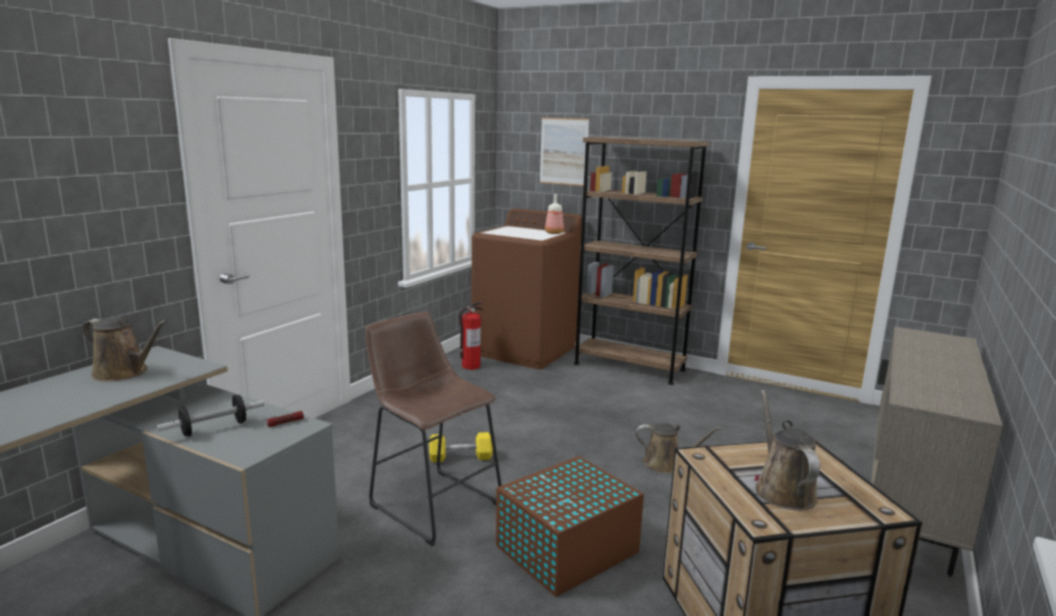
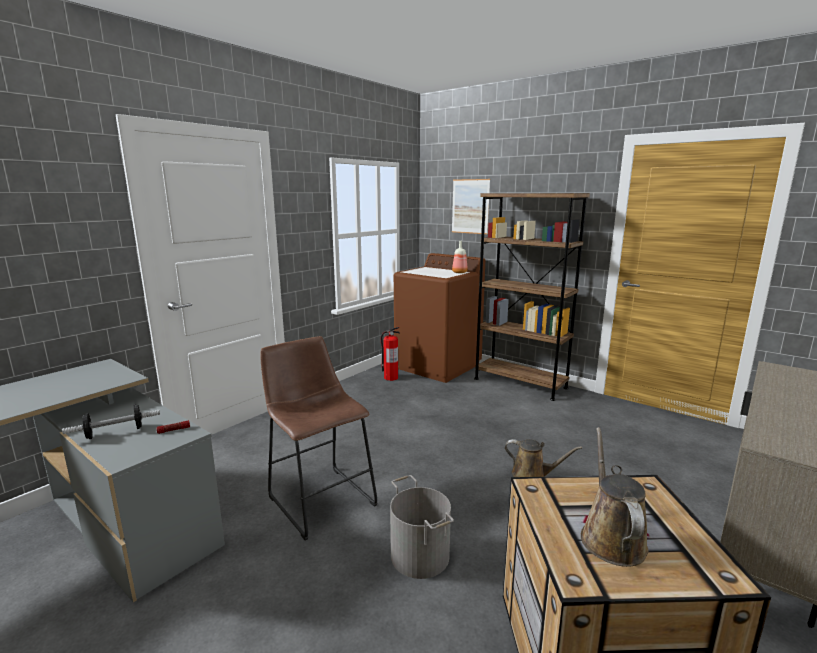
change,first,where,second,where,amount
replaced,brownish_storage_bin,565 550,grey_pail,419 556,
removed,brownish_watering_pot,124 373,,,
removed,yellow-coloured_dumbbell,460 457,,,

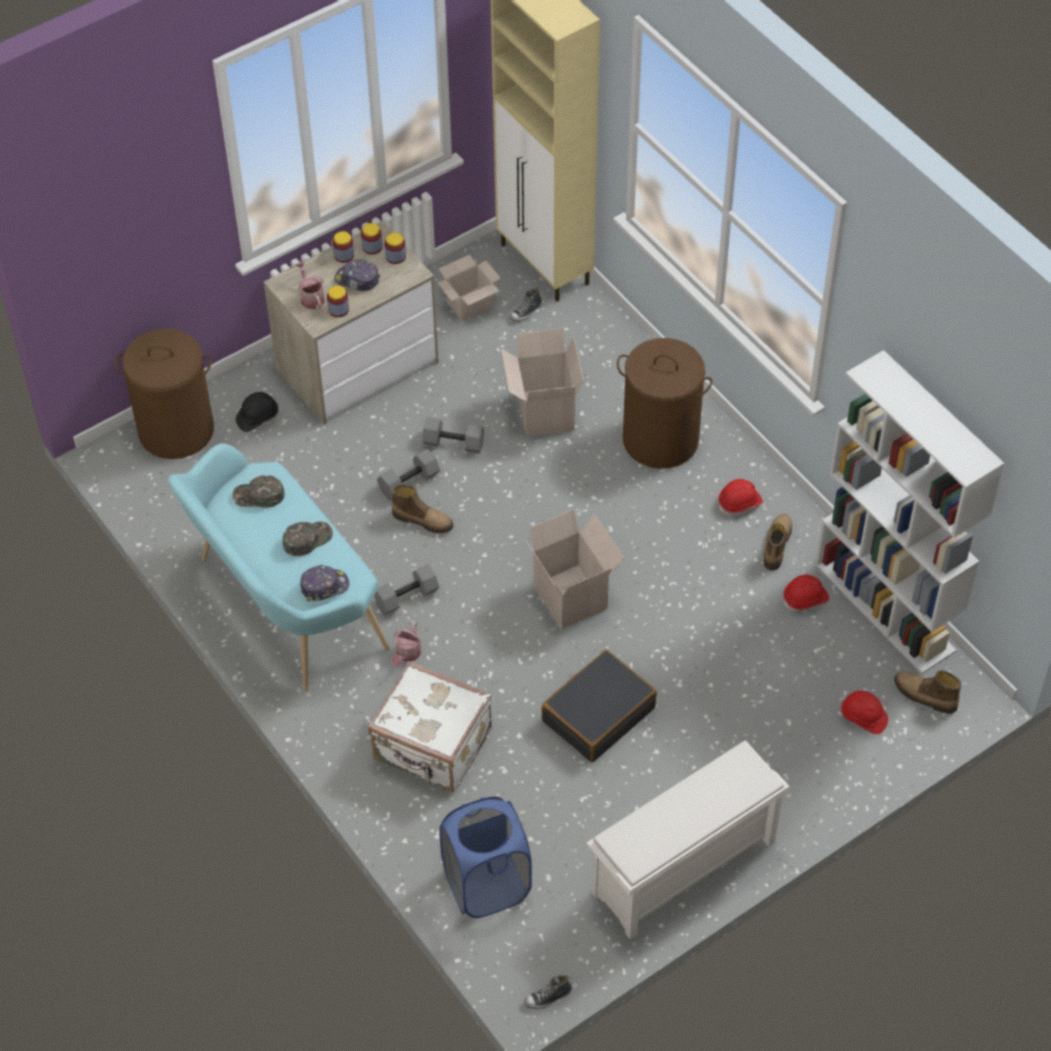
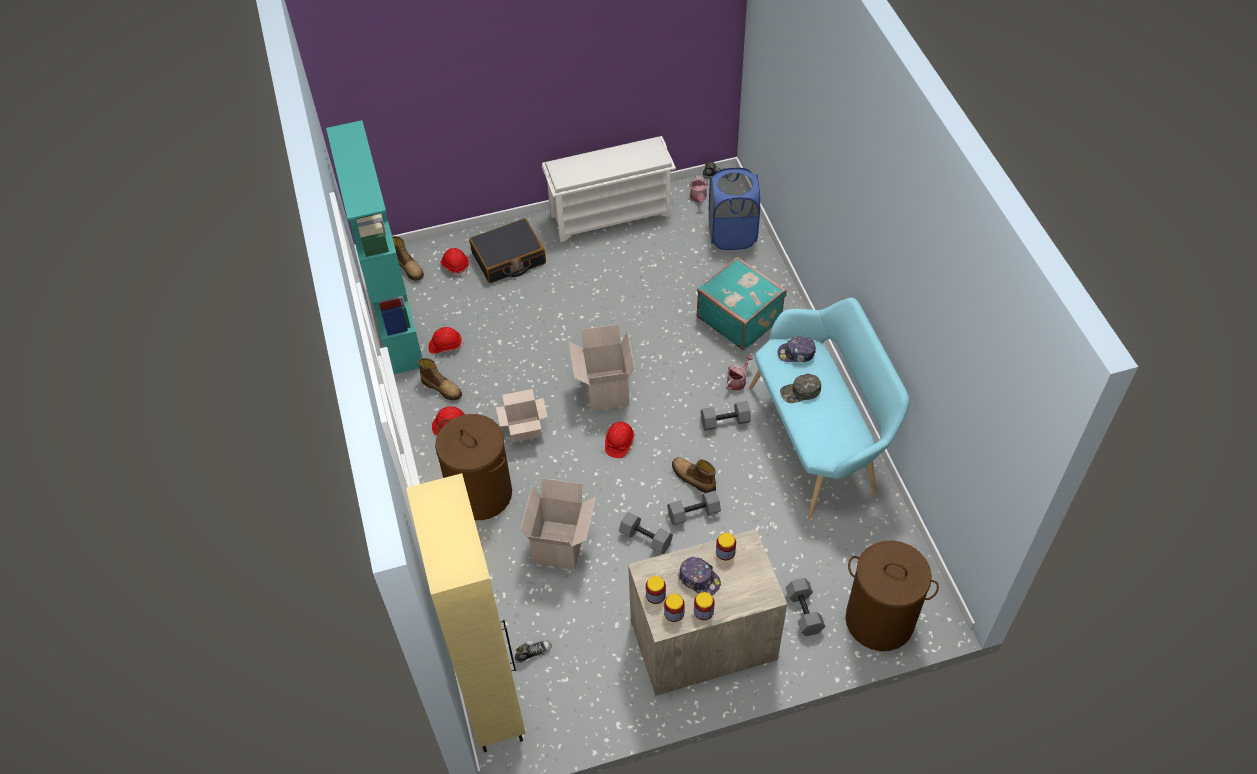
change,first,where,second,where,amount
recoloured,whitish_bookcase,886 607,turquoise-coloured_bookcase,396 326,
turned,high-top_boot,776 544,,442 388,90 degrees counterclockwise
moved,blackish_suitcase,598 714,,508 258,
moved,cardboard_box,470 303,,523 430,
added,,,red_work_helmet,619 443,
moved,watering_pot,311 297,,698 198,
recoloured,whitish_suitcase,432 747,turquoise-coloured_suitcase,740 317,
replaced,blackish_work_helmet,257 417,grey_dumbbell,805 612,
removed,green_baseball_cap,258 496,,,

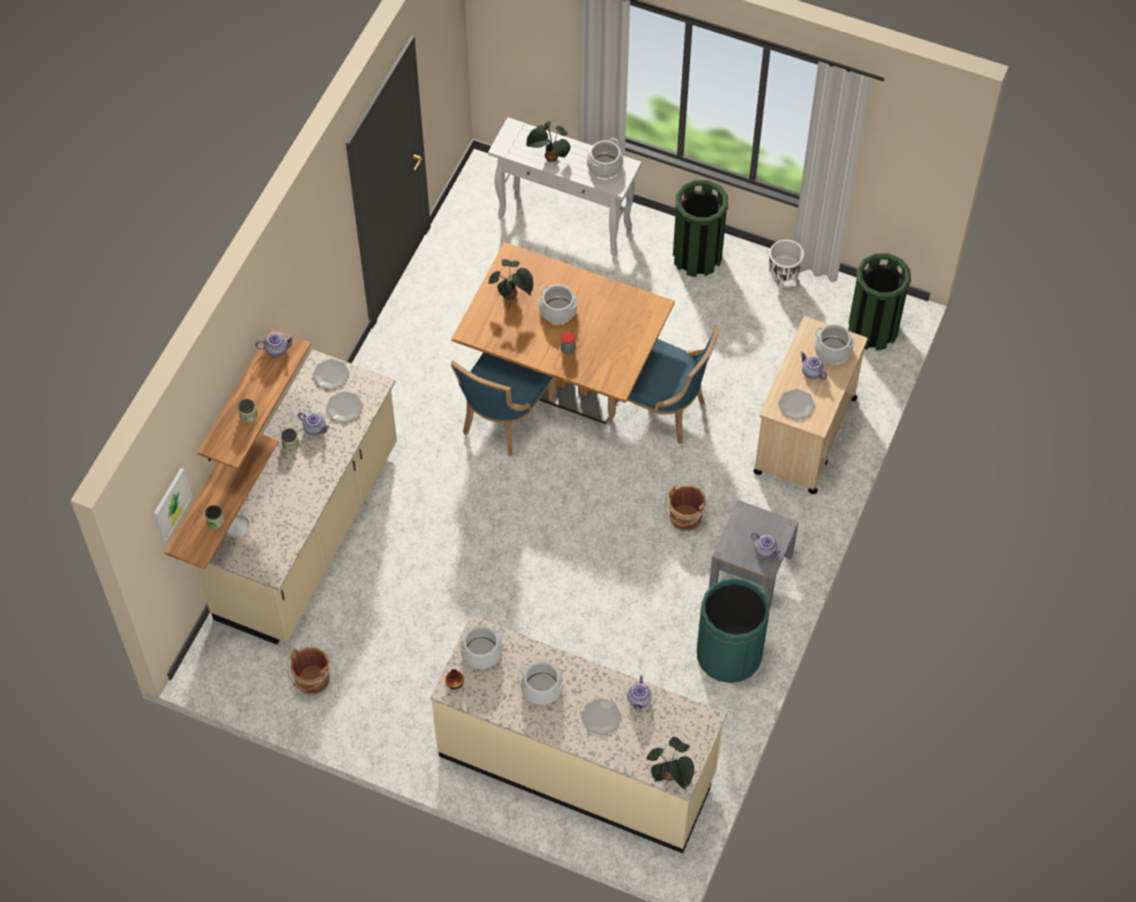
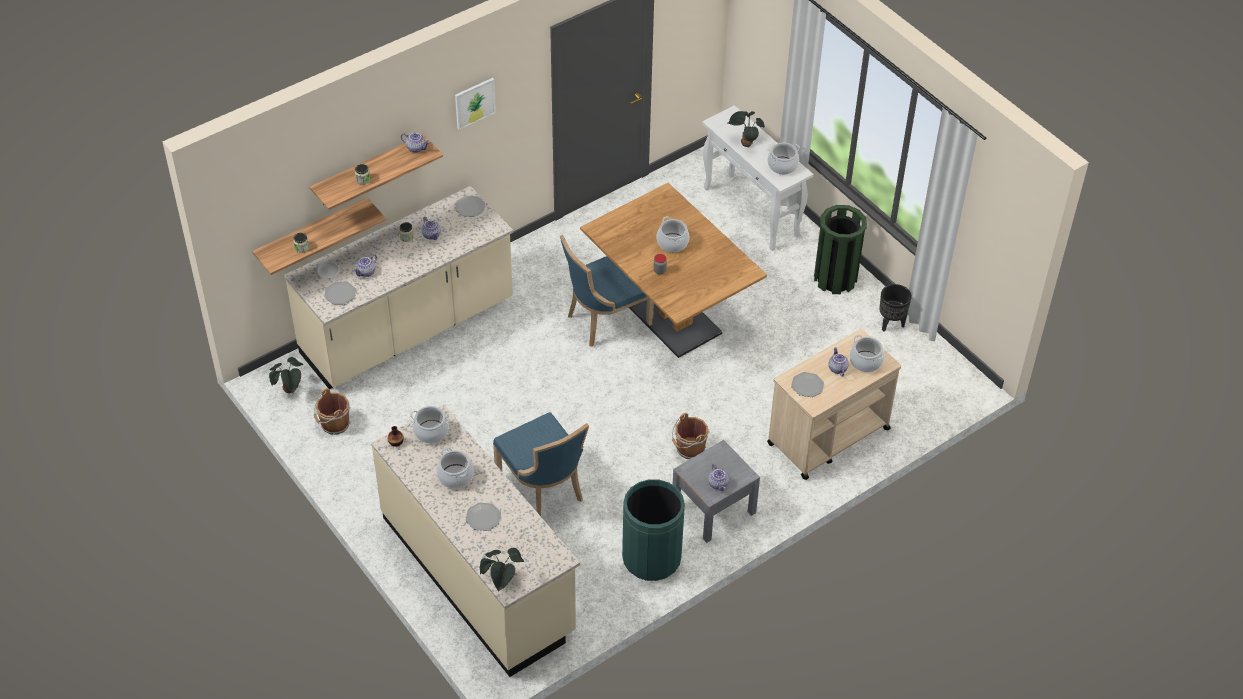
change,first,where,second,where,amount
moved,plant_in_a_pot,511 296,,290 390,
moved,flat_dish,344 407,,340 293,
moved,tea_pot,639 699,,366 272,
moved,wall_art,171 504,,474 103,
moved,bluish_upright_chair,661 410,,543 489,
recoloured,whitish_flower_pot,783 281,blackish_flower_pot,891 324,
removed,green_rubbish_bin,873 330,,,

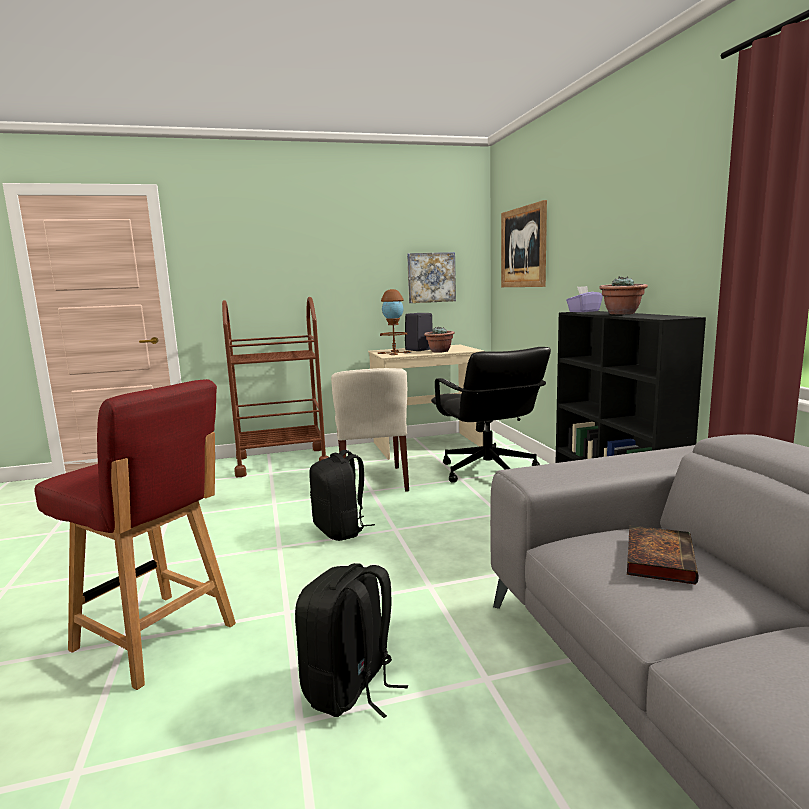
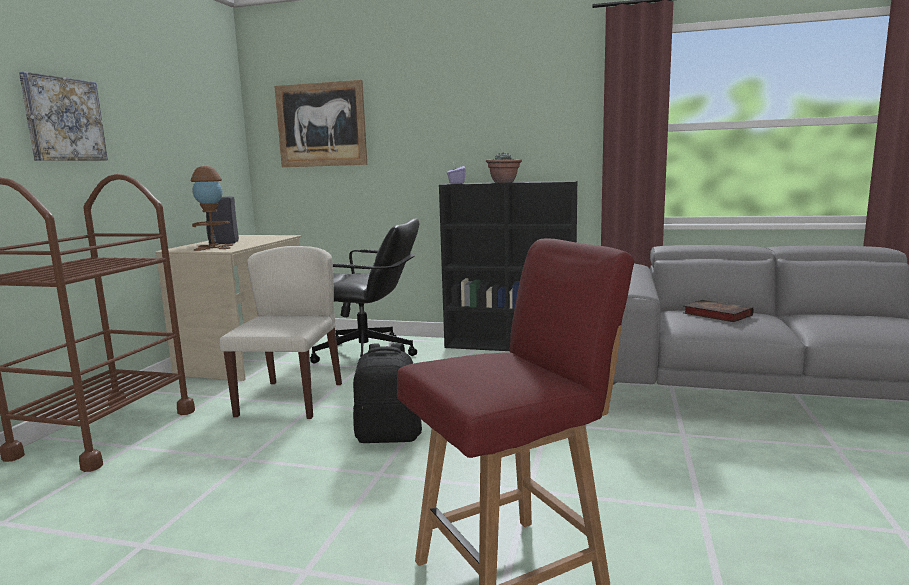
change,first,where,second,where,amount
moved,wall_art,431 277,,63 119,
turned,sand-coloured_upright_chair,373 481,,290 399,105 degrees counterclockwise
removed,blackish_rucksack,351 689,,,
removed,plant_in_a_pot,439 351,,,

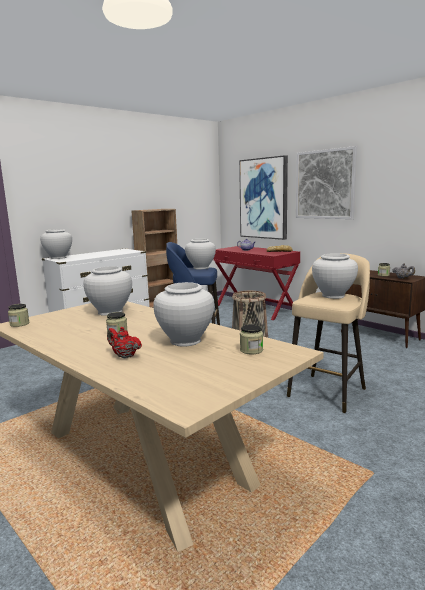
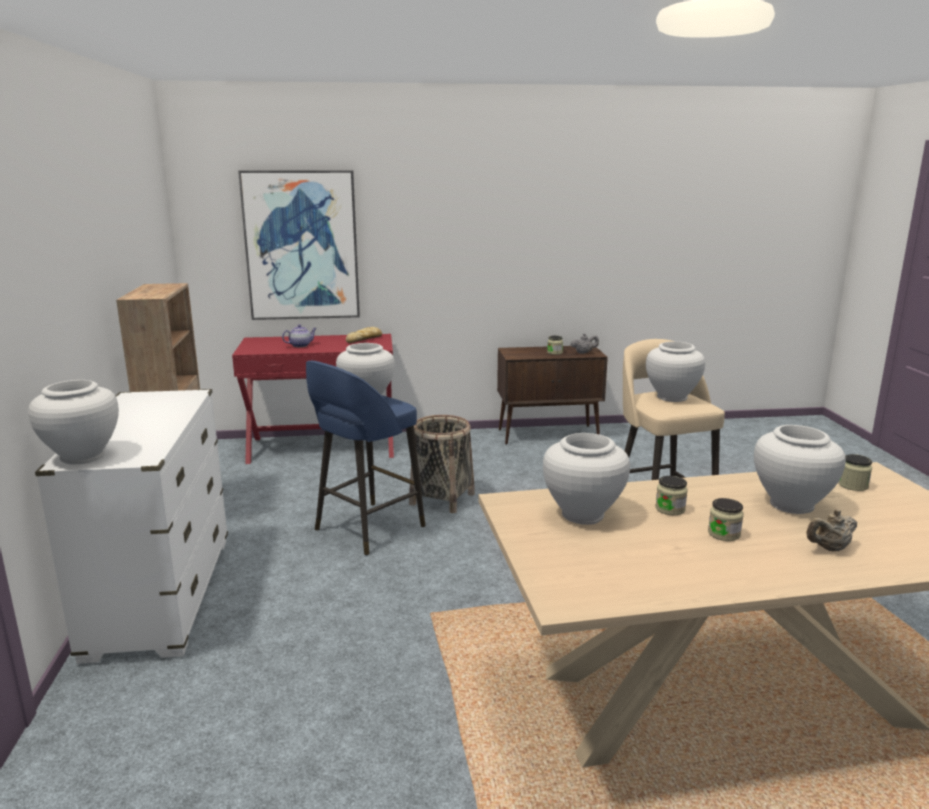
change,first,where,second,where,amount
moved,storage_jar,19 324,,670 509,
recoloured,red_tea_pot,124 356,sand-coloured_tea_pot,829 548,
removed,wall_art,325 184,,,

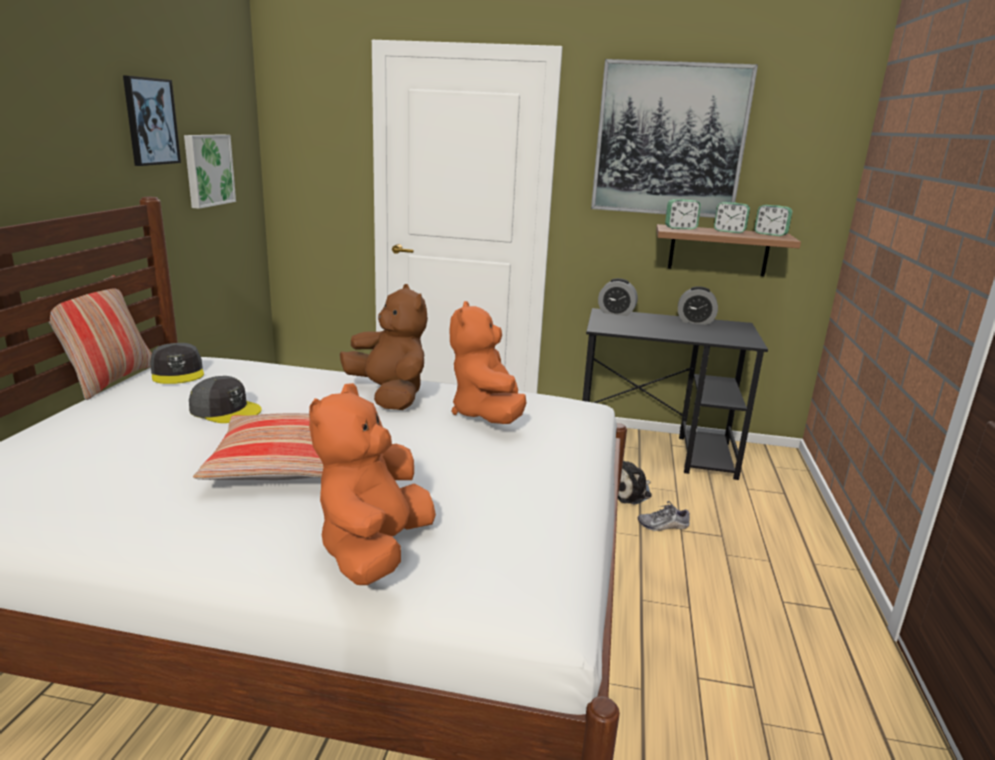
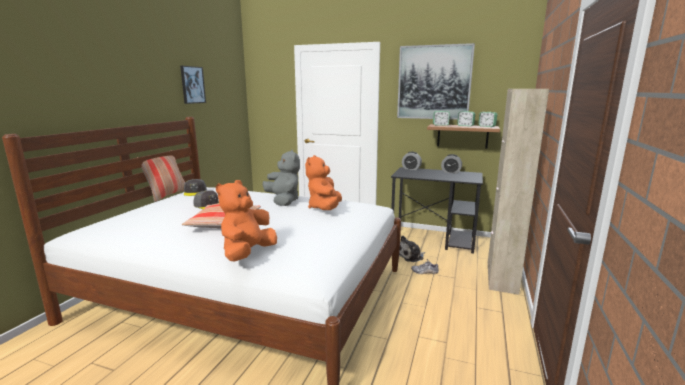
change,first,where,second,where,amount
recoloured,brownish_plush_toy,389 396,grey_plush_toy,283 201,
added,,,sand-coloured_storage_cabinet,501 277,
removed,wall_art,207 170,,,

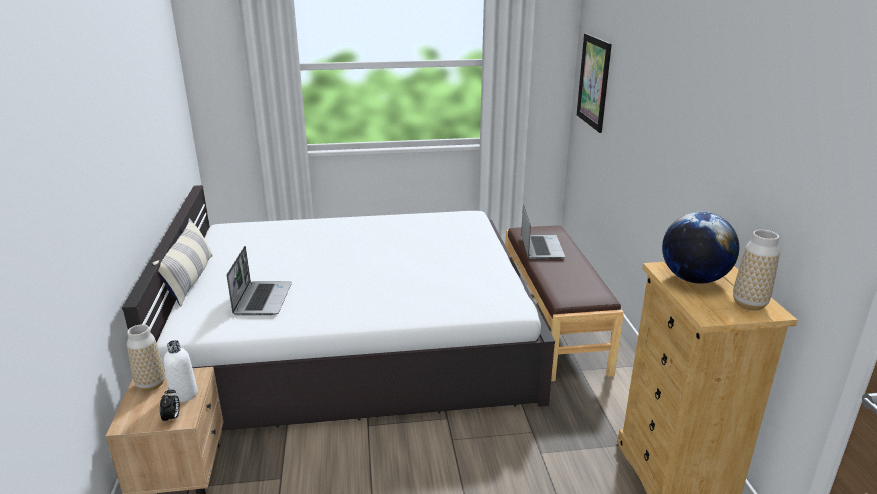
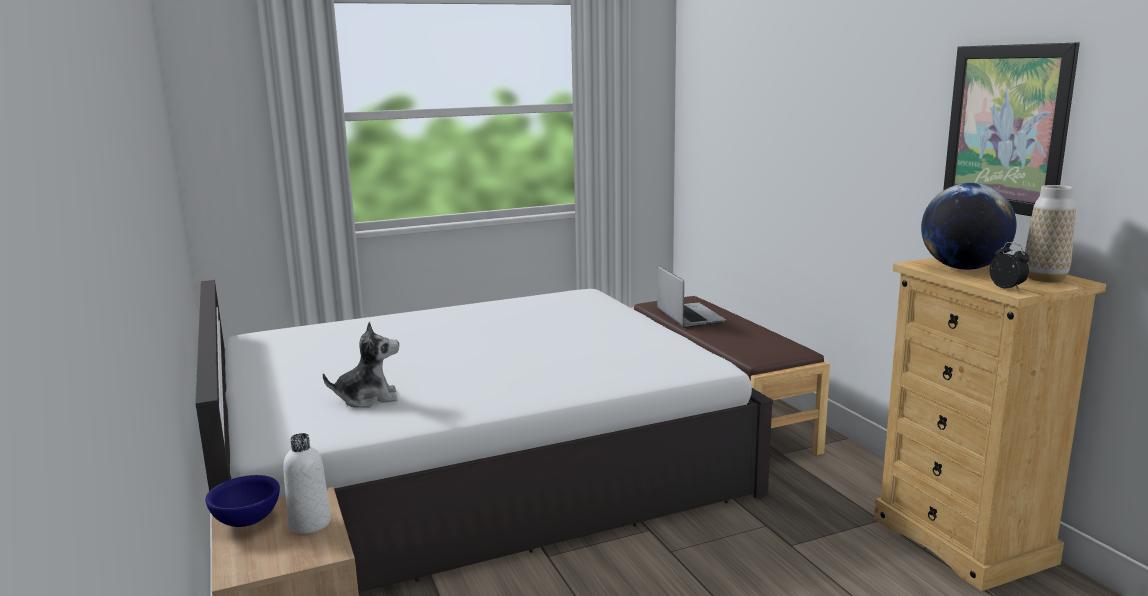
change,first,where,second,where,amount
replaced,vase,151 384,bluish_deep_dish,248 520,
replaced,portable_computer,262 299,plush_toy,368 398,
moved,wall_art,594 82,,1006 129,
moved,table_clock,172 418,,1007 288,
removed,pillow,190 280,,,

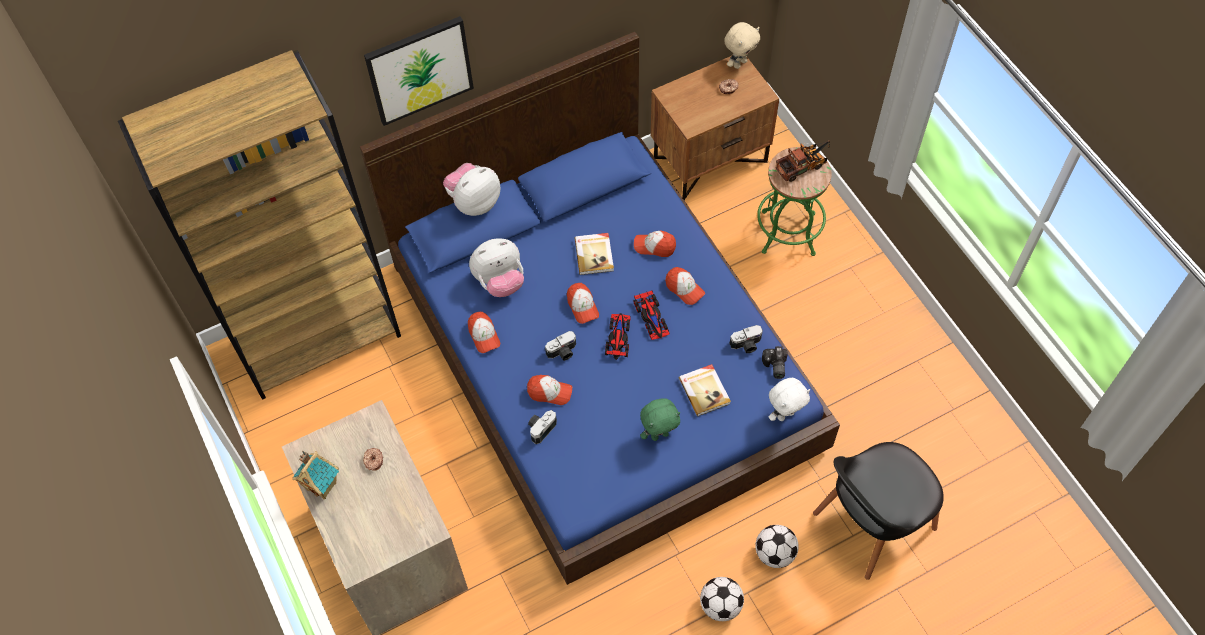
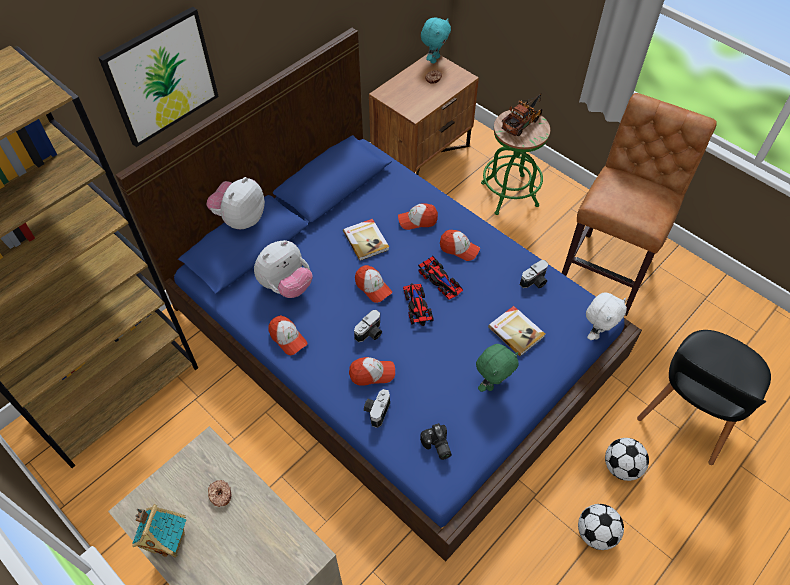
change,first,where,second,where,amount
moved,photo_camera,774 366,,436 446,
recoloured,sand-coloured_plush_toy,739 63,turquoise-coloured_plush_toy,434 59,
added,,,brownish_stool,607 269,

